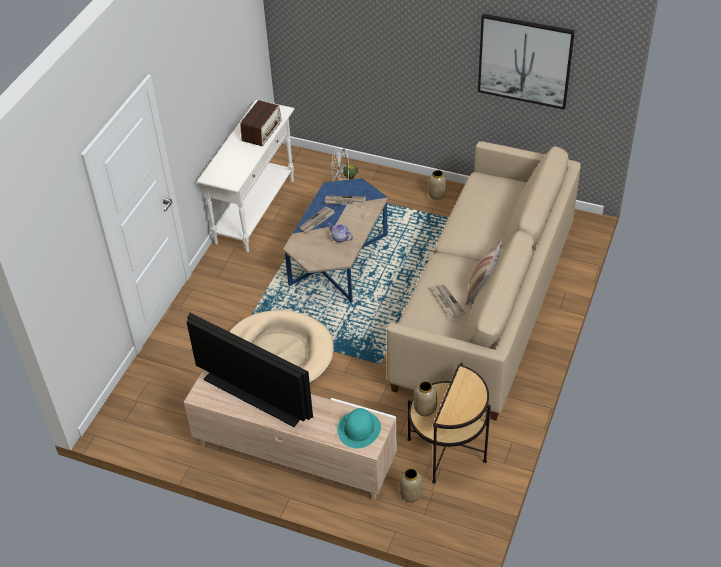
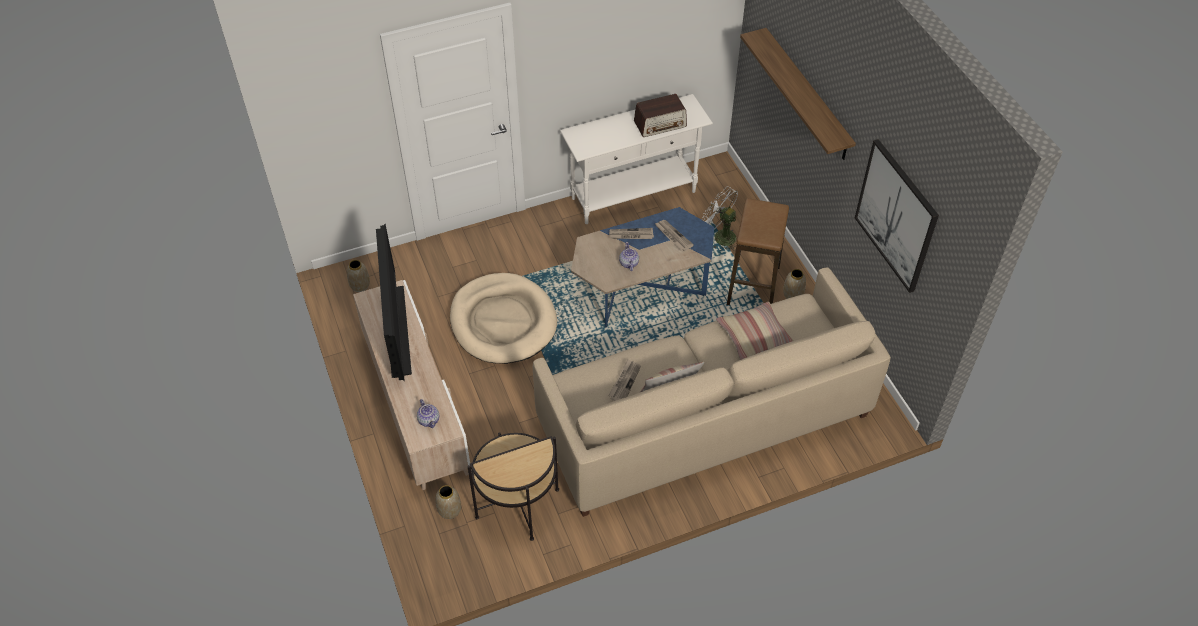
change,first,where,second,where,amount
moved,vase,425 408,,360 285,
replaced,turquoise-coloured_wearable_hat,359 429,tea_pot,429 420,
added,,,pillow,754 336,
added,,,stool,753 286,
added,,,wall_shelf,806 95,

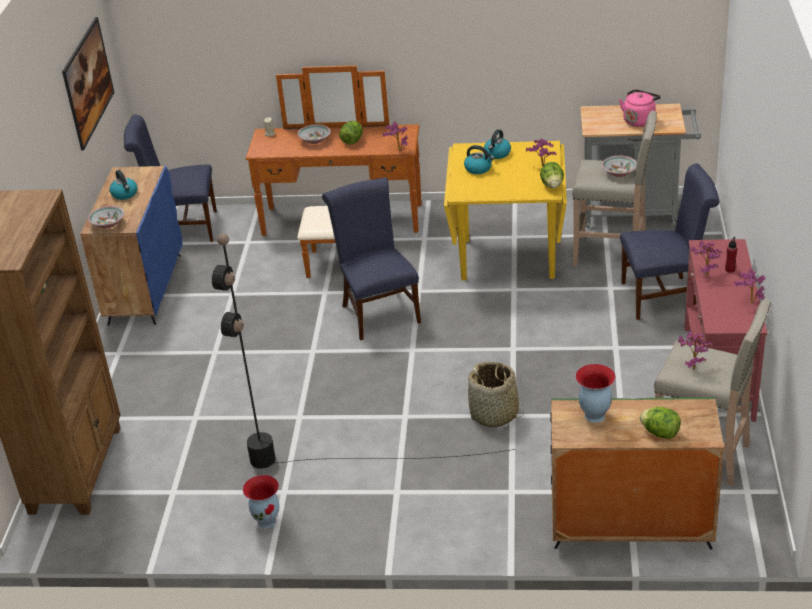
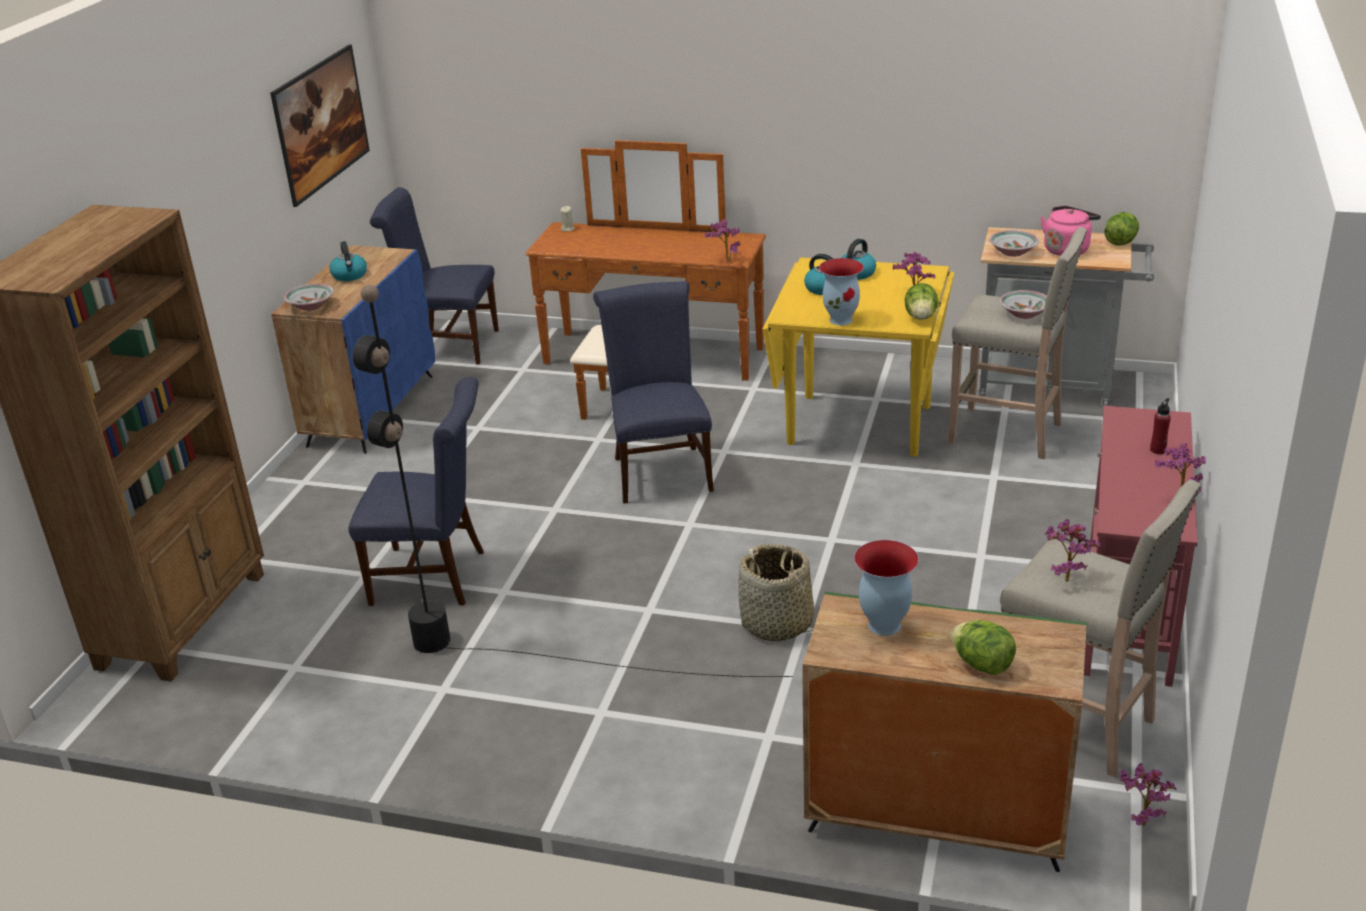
change,first,where,second,where,amount
moved,bluish_upright_chair,665 296,,436 576,
moved,vase,267 521,,841 320,
moved,deep_dish,314 140,,1012 252,
moved,lettuce,352 141,,1120 242,
moved,plant_in_a_pot,704 274,,1141 821,

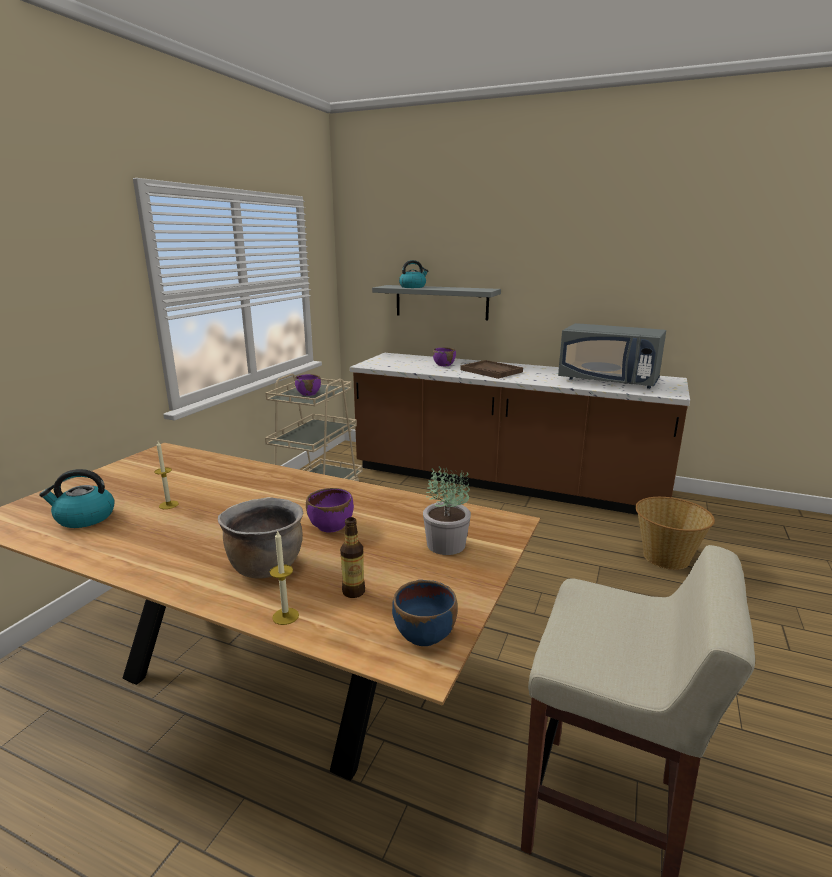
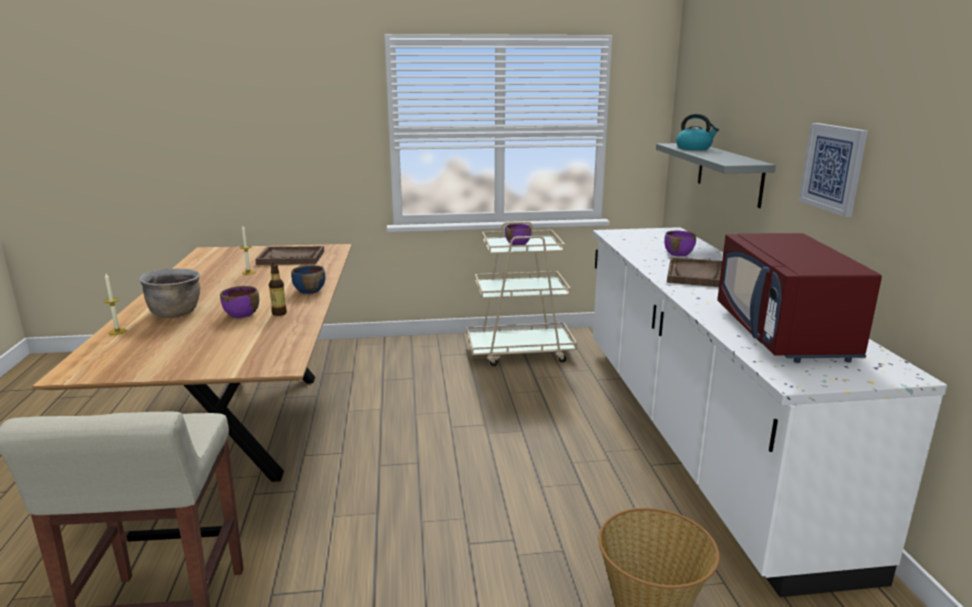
change,first,where,second,where,amount
added,,,brownish_carrying_tray,291 257,
moved,bottle,353 592,,279 313,
moved,bluish_deep_dish,424 634,,309 291,
recoloured,brownish_kitchen_counter,504 482,whitish_kitchen_counter,696 436,
recoloured,grey_microwave_oven,609 381,red_microwave_oven,784 334,
added,,,wall_art,833 168,
removed,tea_kettle,84 518,,,
removed,plant_in_a_pot,446 545,,,

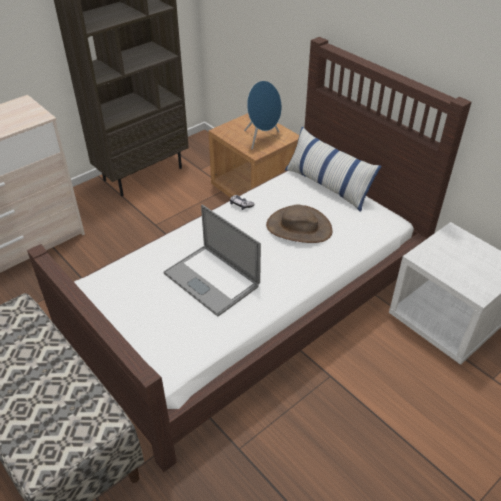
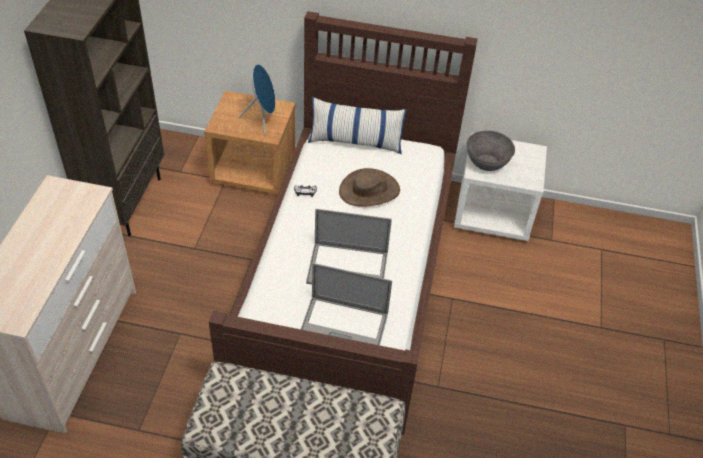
change,first,where,second,where,amount
added,,,portable_computer,343 327,
added,,,grey_deep_dish,487 162,

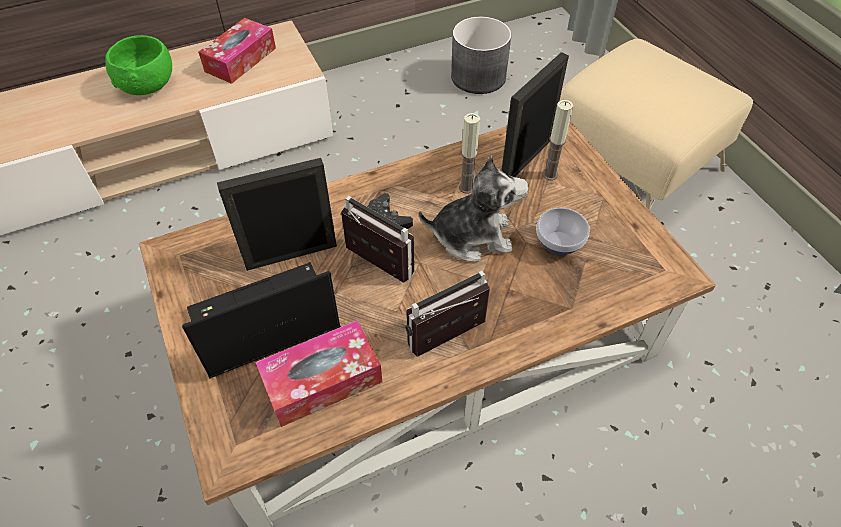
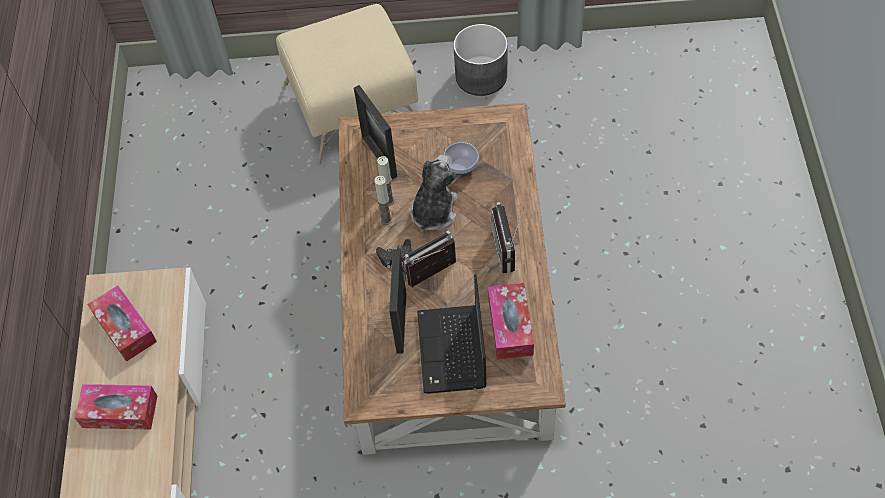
change,first,where,second,where,amount
replaced,green_deep_dish,148 85,tissue_holder,120 411,
moved,wax_candle,550 174,,386 220,
moved,grey_flower_pot,478 77,,482 76,

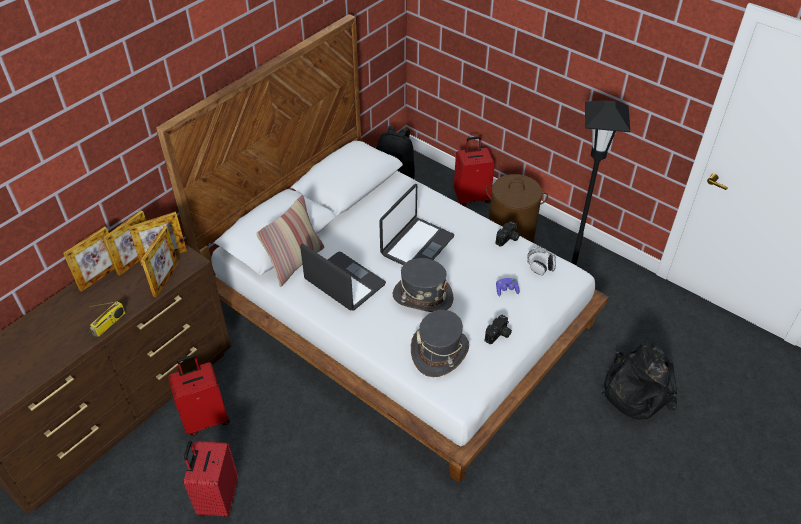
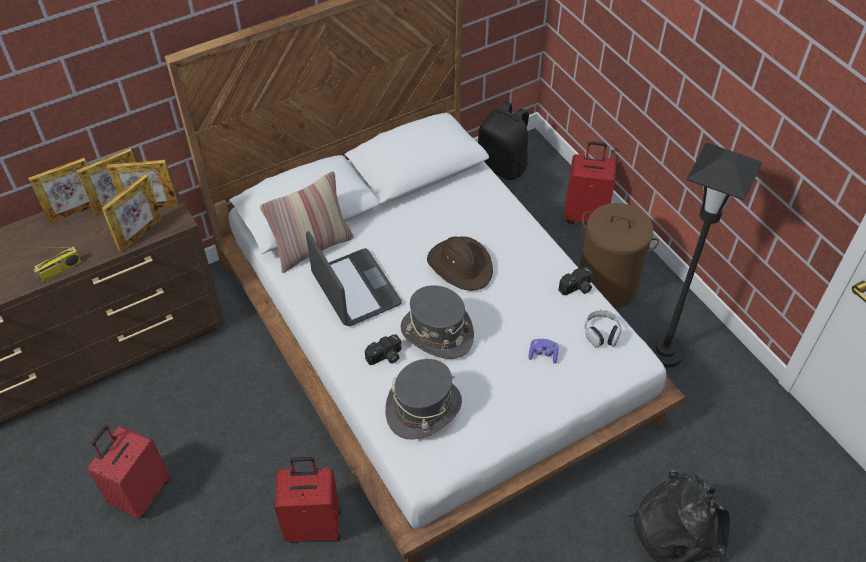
change,first,where,second,where,amount
moved,red_suitcase,206 418,,314 525,
moved,photo_camera,498 335,,385 357,
replaced,portable_computer,416 245,brownish_wearable_hat,460 265,

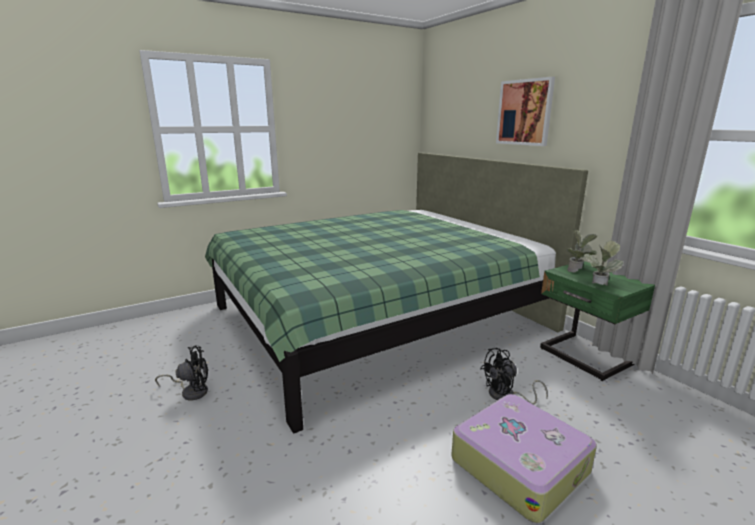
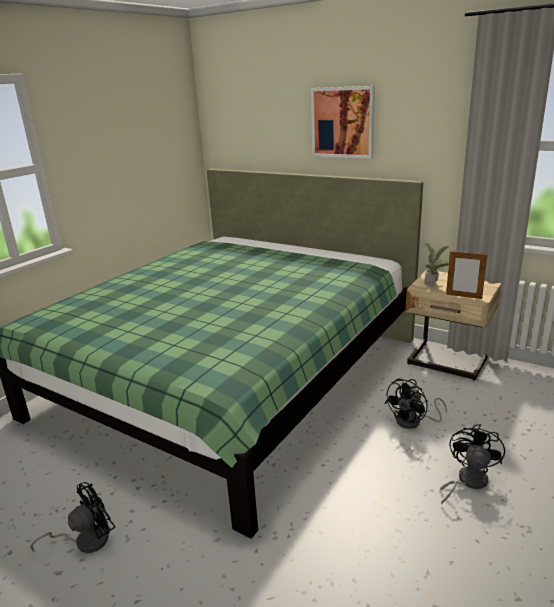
change,first,where,second,where,amount
recoloured,green_nightstand,585 357,sand-coloured_nightstand,447 361,
replaced,suitcase,519 464,blackish_cooling_fan,467 481,
replaced,plant_in_a_pot,598 287,photo_frame,463 296,

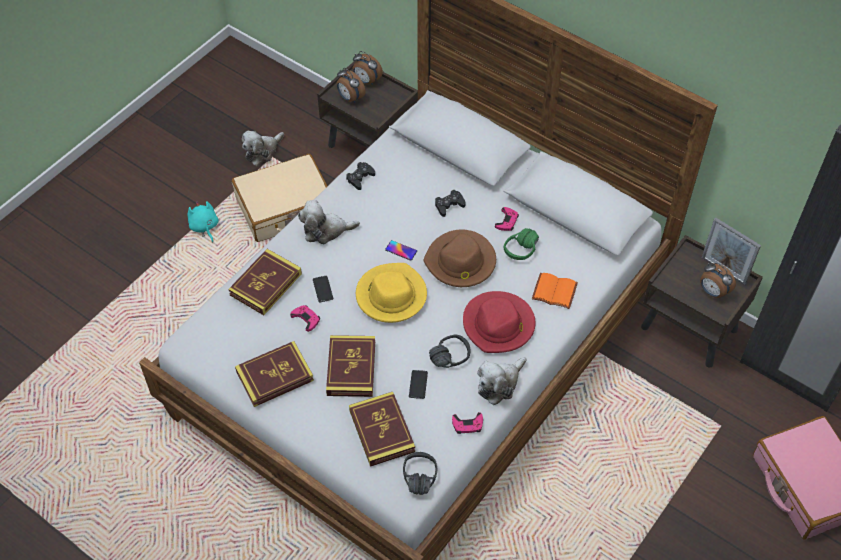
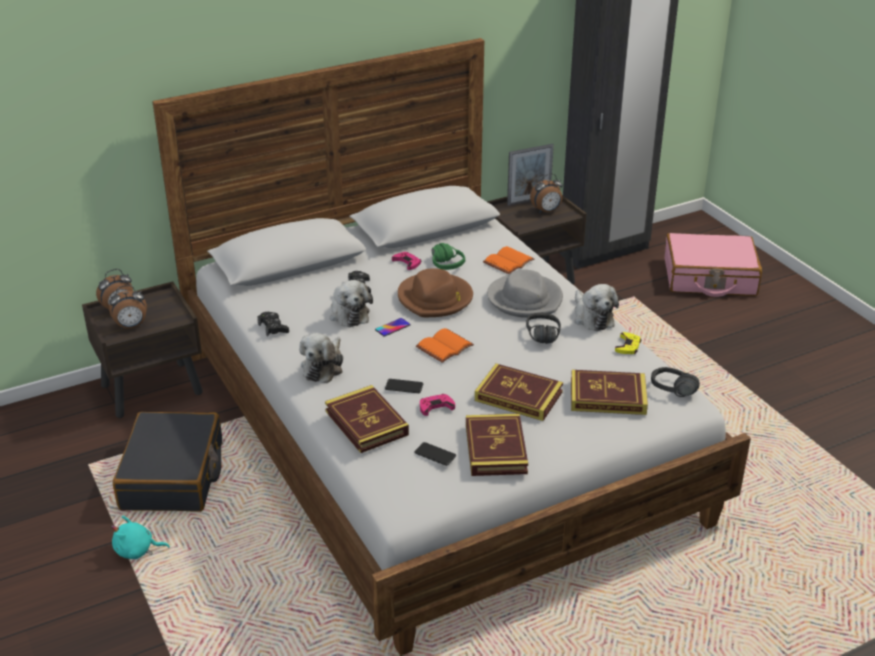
change,first,where,second,where,amount
recoloured,sand-coloured_suitcase,285 208,blackish_suitcase,173 476,
moved,plush_toy,262 152,,348 313,
moved,telephone,418 384,,435 454,
replaced,yellow-coloured_wearable_hat,391 295,orangey_volume,445 348,
recoloured,red_wearable_hat,499 324,grey_wearable_hat,525 299,
recoloured,pink-coloured_game_controller,467 424,yellow-coloured_game_controller,628 346,

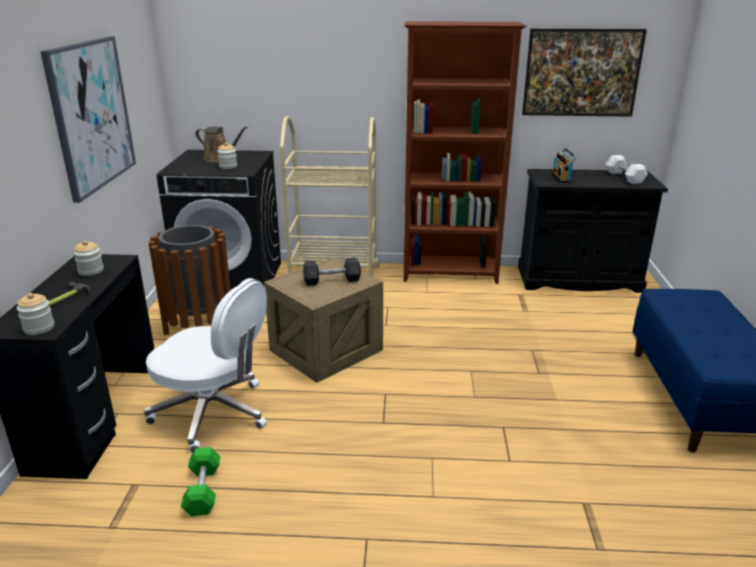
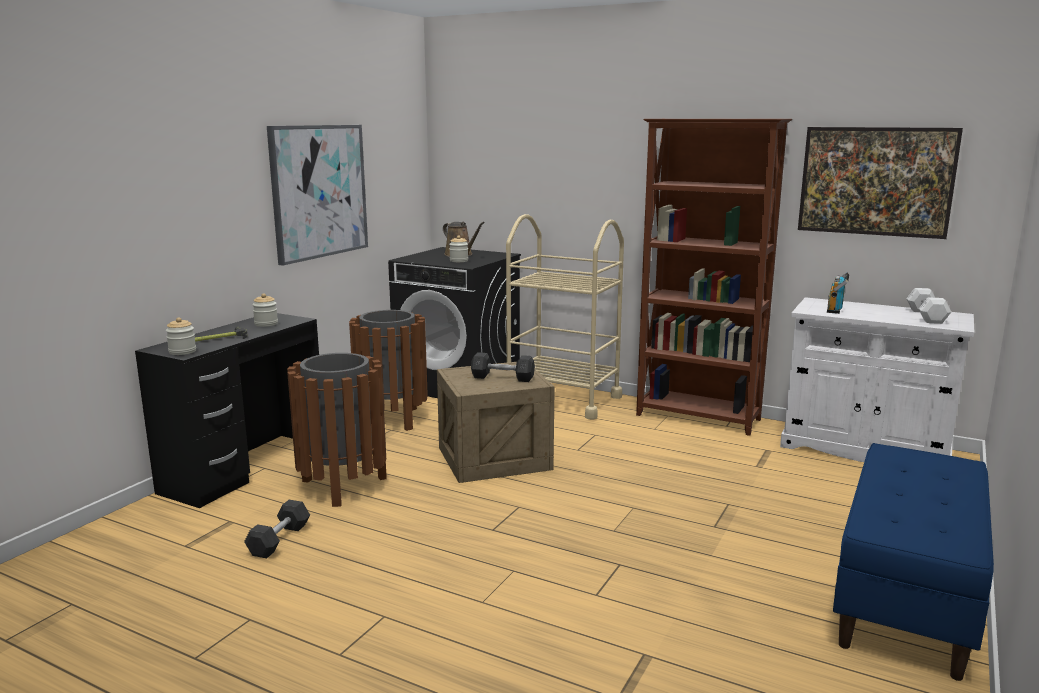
change,first,where,second,where,amount
recoloured,green_dumbbell,203 490,grey_dumbbell,279 540,
replaced,whitish_desk_chair,214 413,brownish_rubbish_bin,342 486,
recoloured,blackish_storage_cabinet,578 279,whitish_storage_cabinet,864 449,

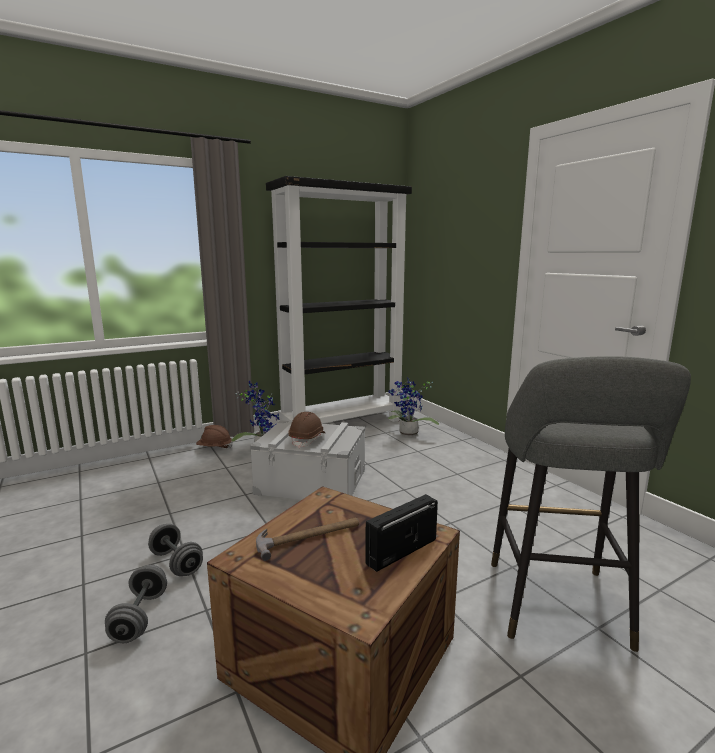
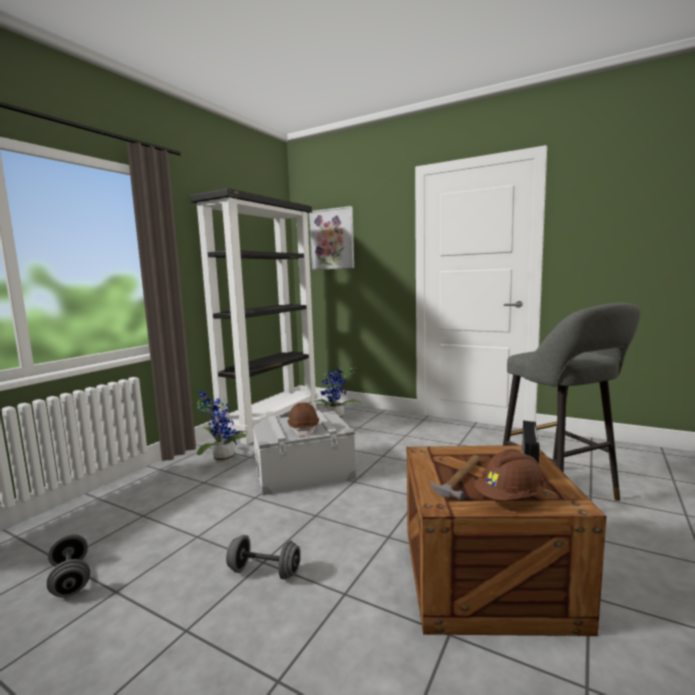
change,first,where,second,where,amount
moved,grey_dumbbell,140 617,,71 579,
added,,,wall_art,332 239,
moved,brownish_work_helmet,214 448,,510 498,

